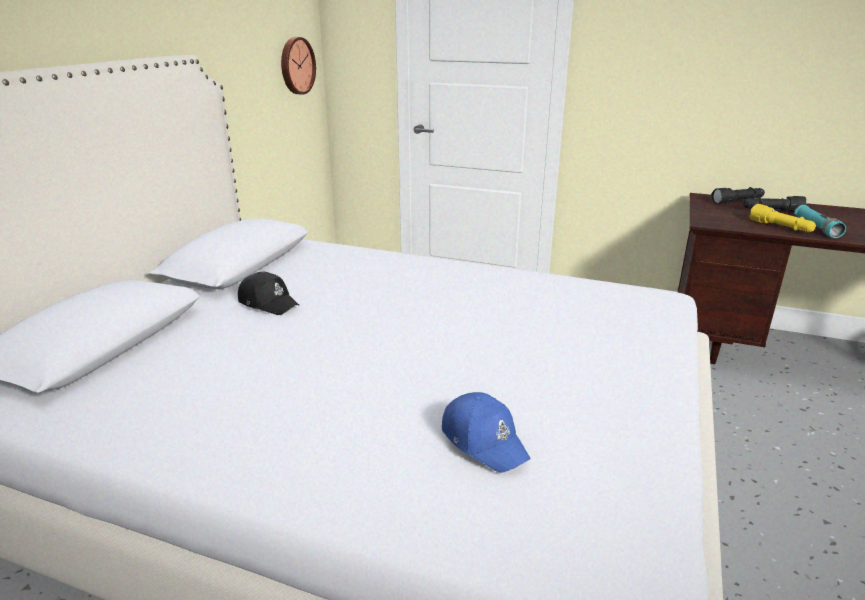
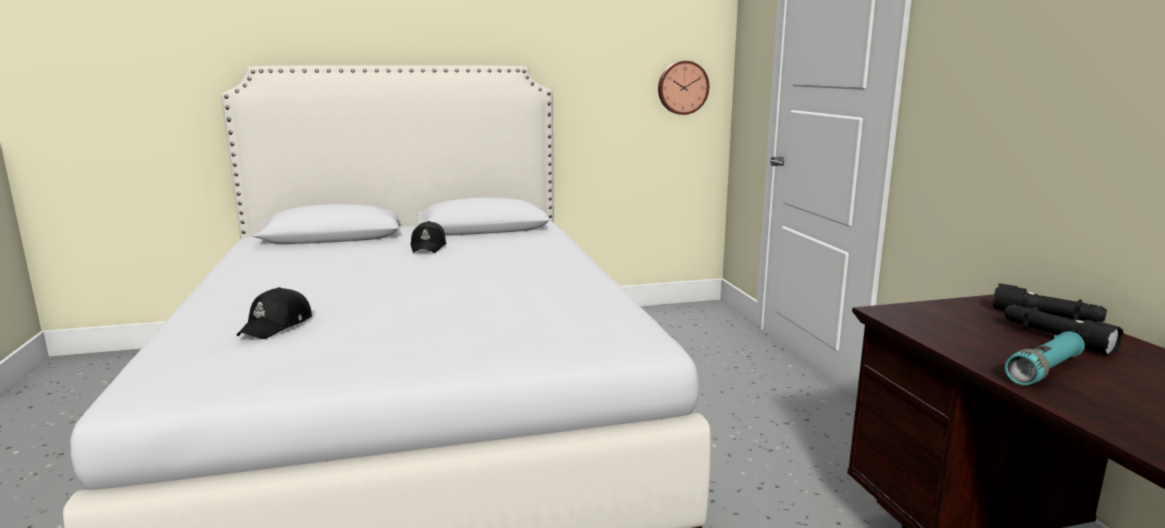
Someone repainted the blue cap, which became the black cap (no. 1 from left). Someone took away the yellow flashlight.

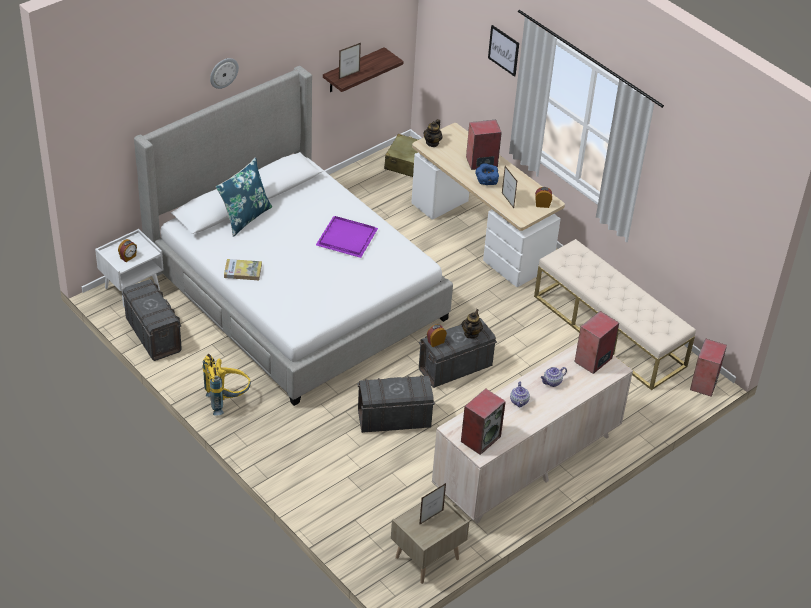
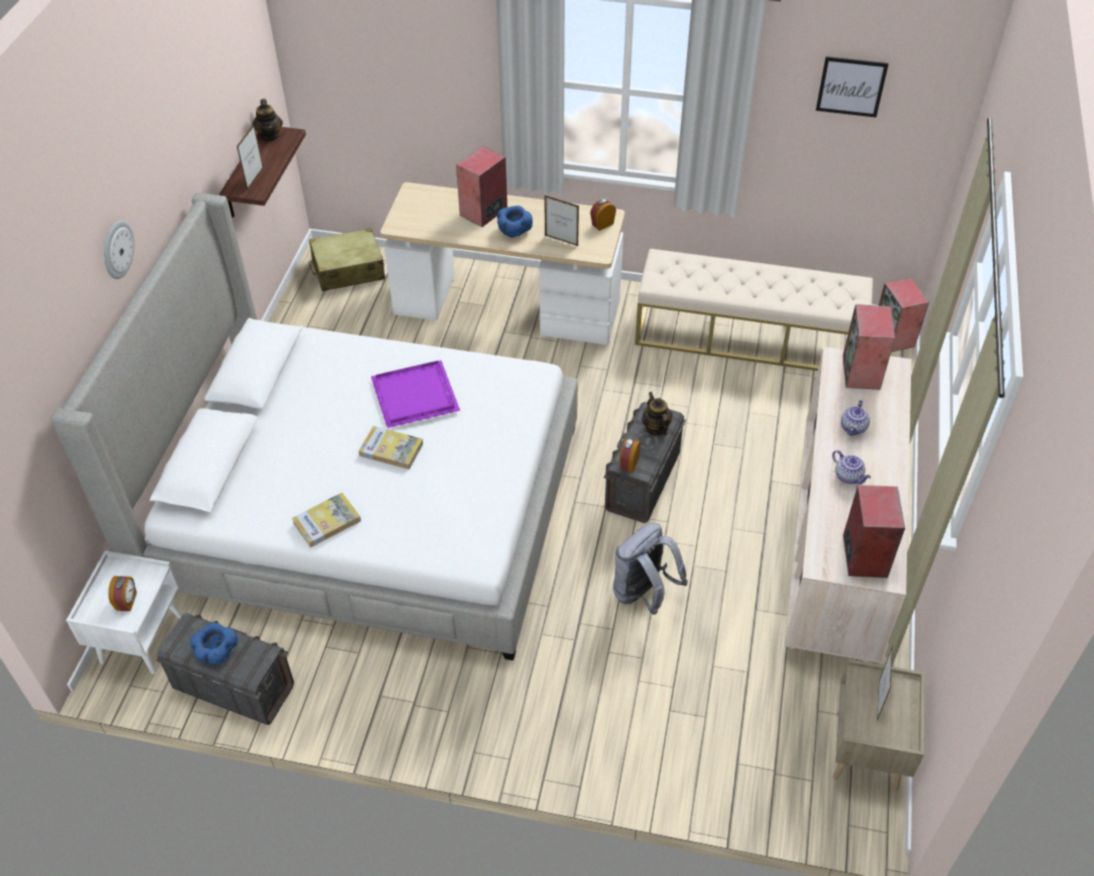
Someone put down the blue bowl (no. 1 from left). Someone carried the teapot (no. 1 from left). Someone put down the book (no. 2 from left). Someone swapped the grey storage box (no. 2 from left) for the grey backpack. Someone carried the picture. Someone took away the yellow backpack. Someone took away the blue pillow.

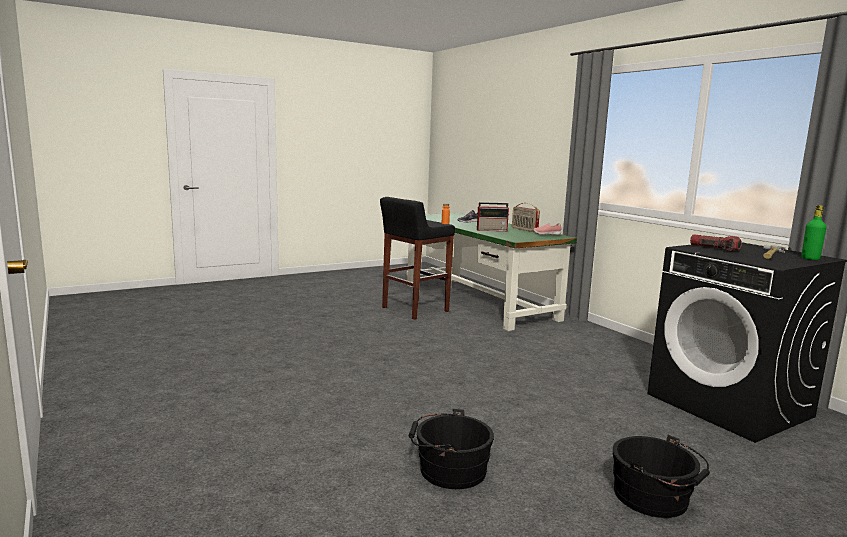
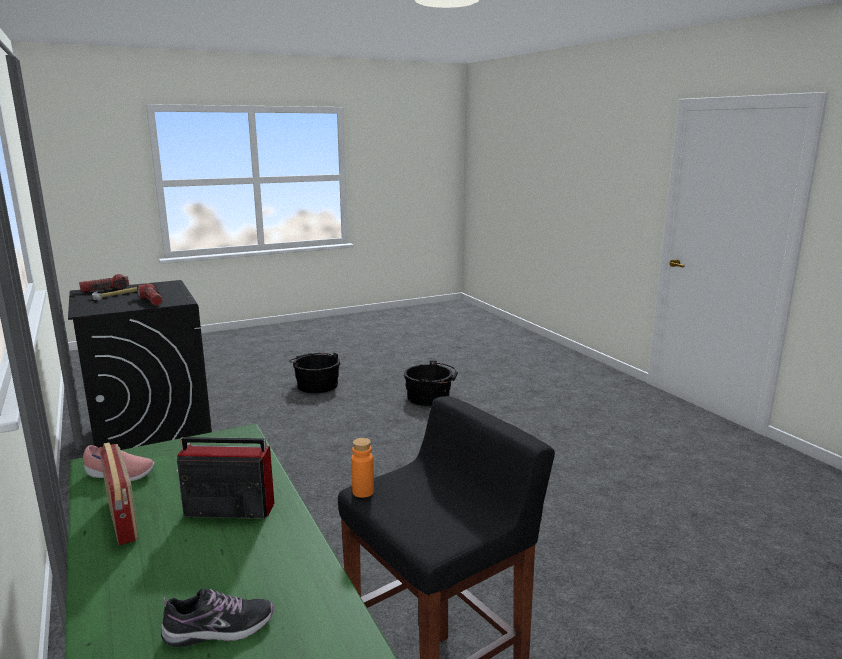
Someone swapped the green bottle for the flashlight (no. 1 from left).

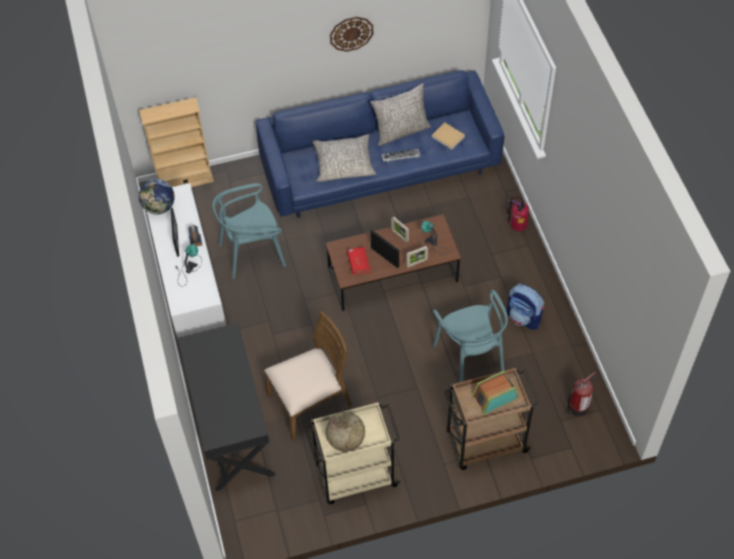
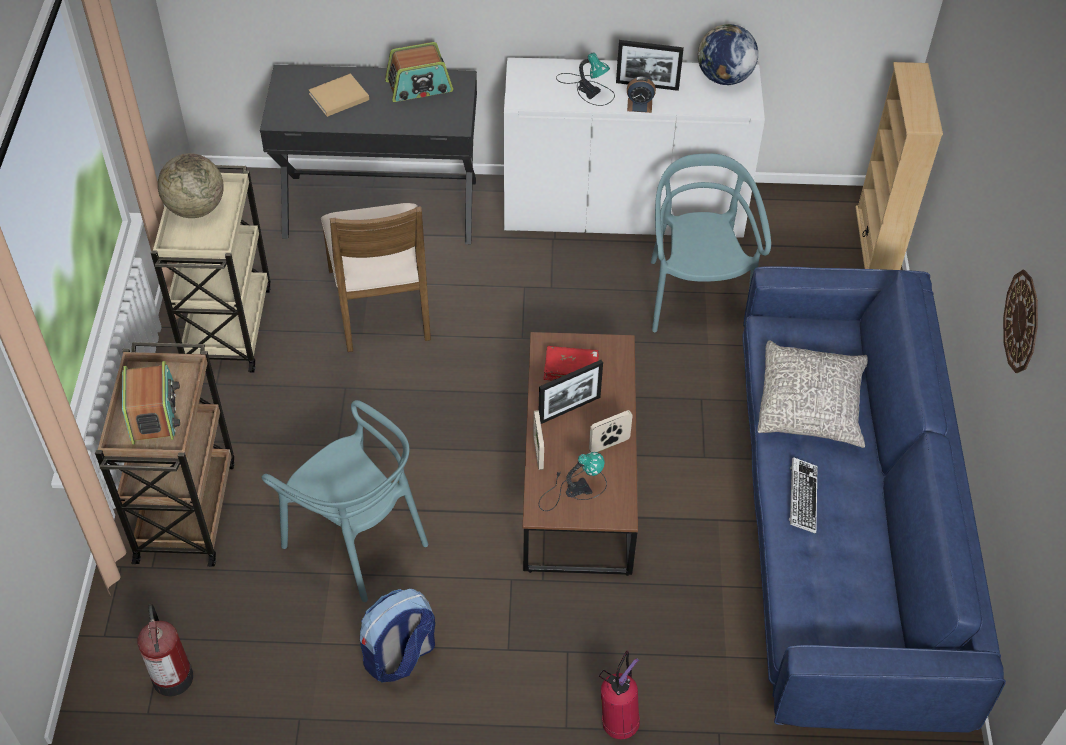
Someone rotated the turquoise chair (no. 2 from left in the first image) by 135 degrees counterclockwise. Someone carried the beige book. Someone put down the radio (no. 2 from left). Someone took away the grey pillow (no. 2 from left).

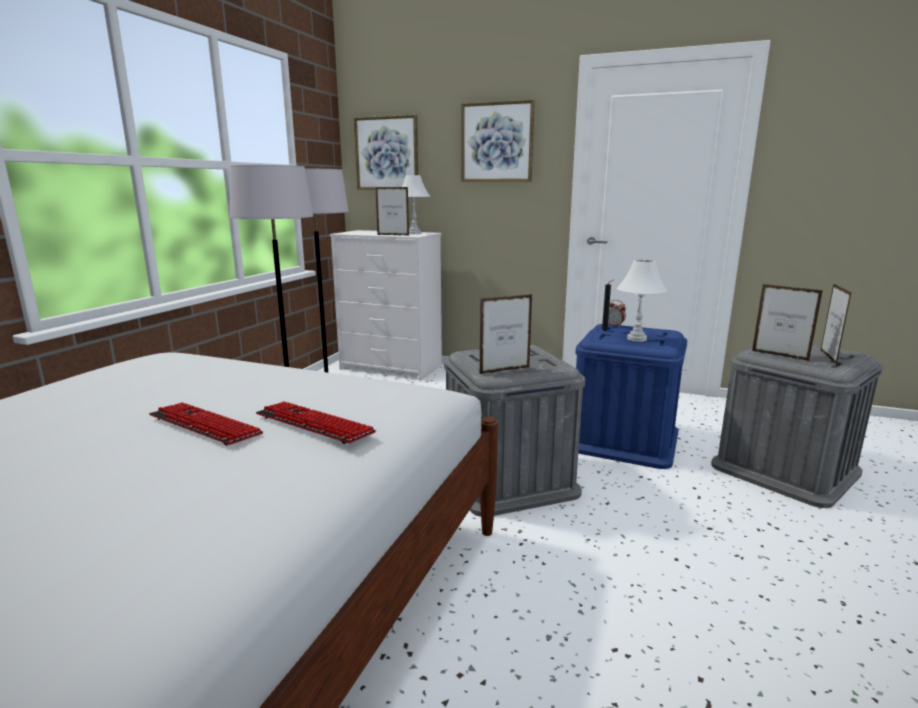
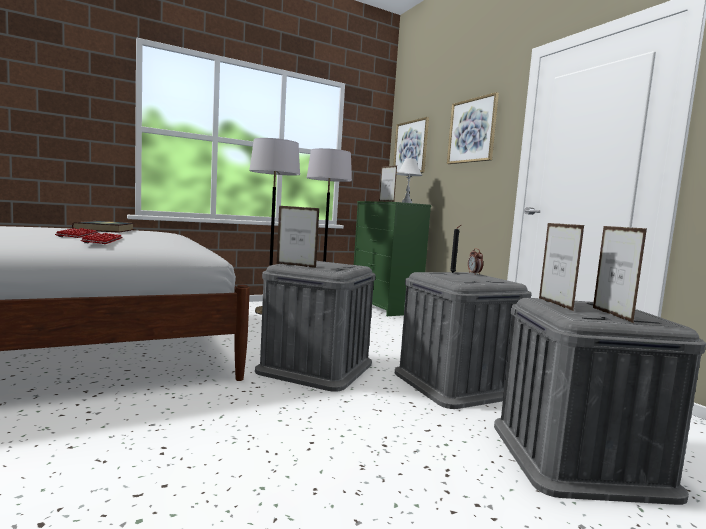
Someone put down the book. Someone repainted the white dresser, which became the green dresser. Someone repainted the blue storage box, which became the grey storage box (no. 2 from left). Someone rotated the picture frame (no. 4 from left) by 120 degrees clockwise. Someone took away the white table lamp (no. 2 from left).

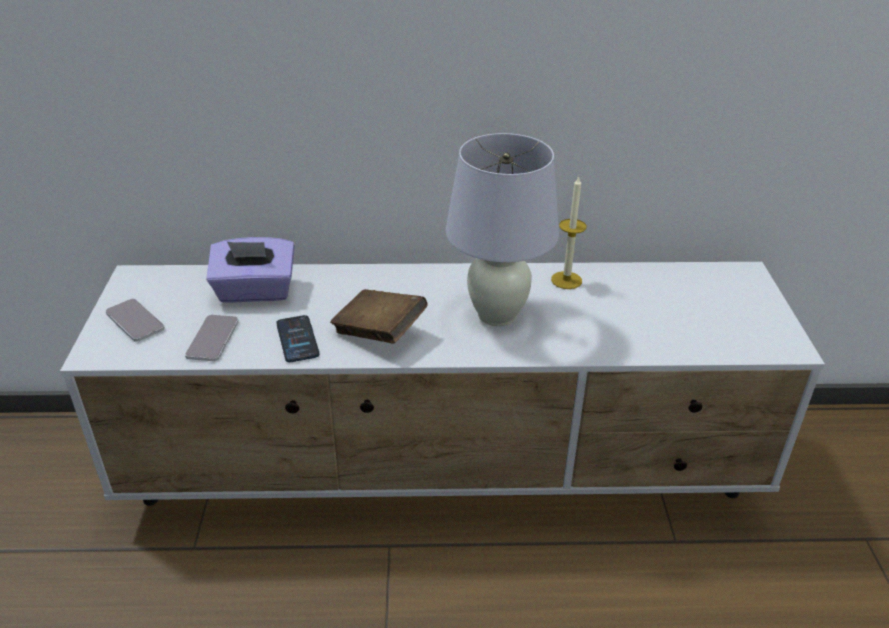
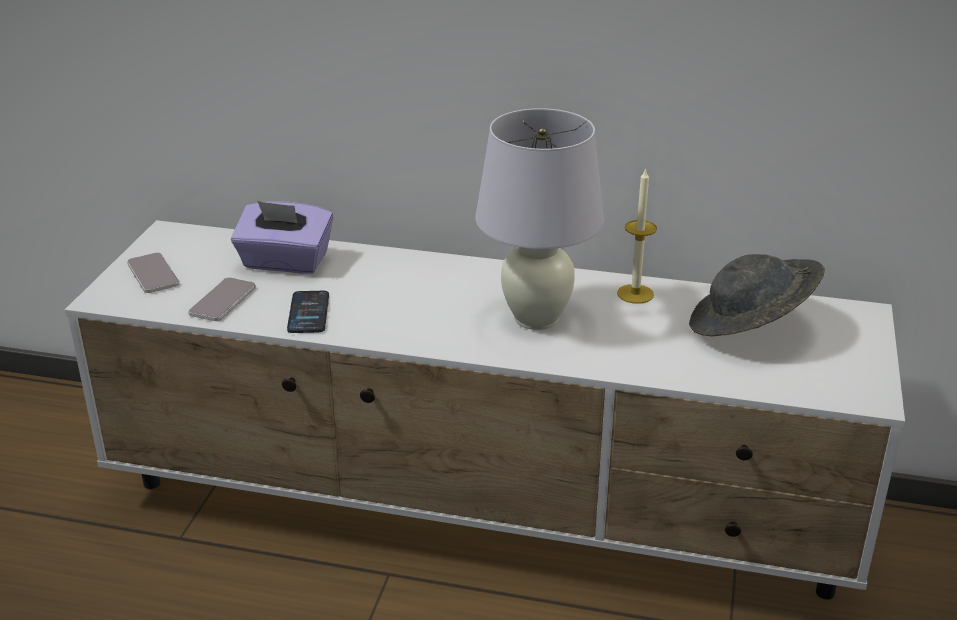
Someone put down the grey hat. Someone took away the brown book.

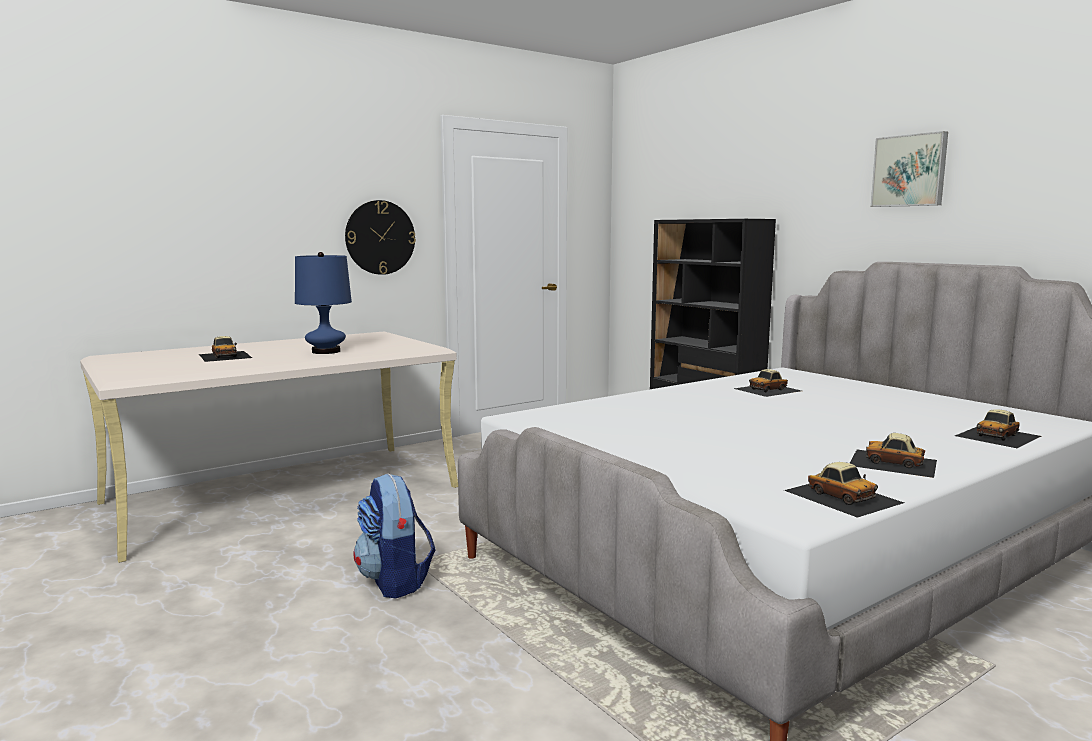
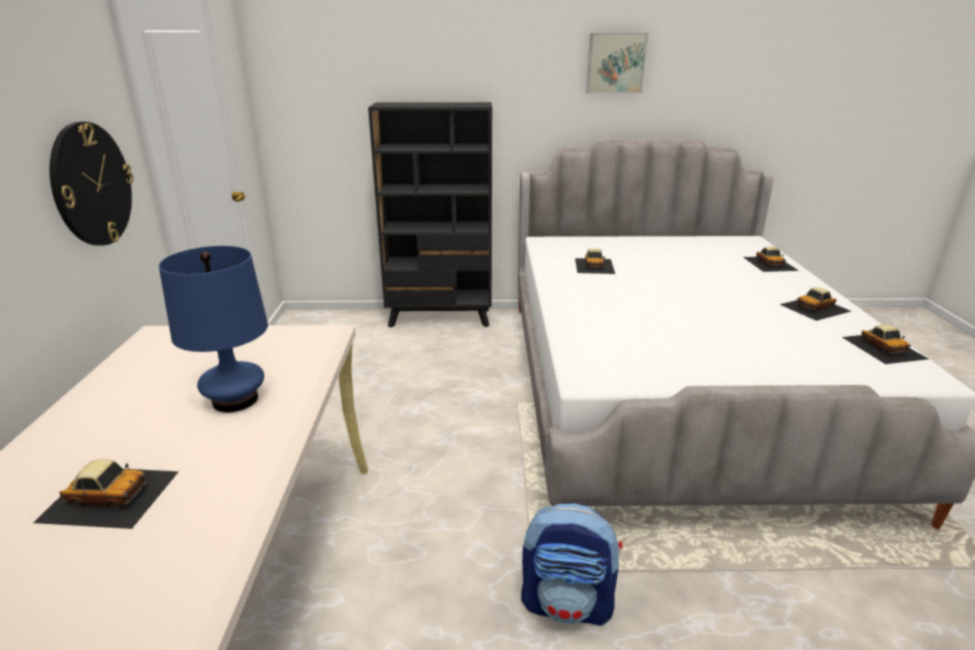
Someone rotated the toy car (no. 3 from left in the first image) by 75 degrees clockwise.

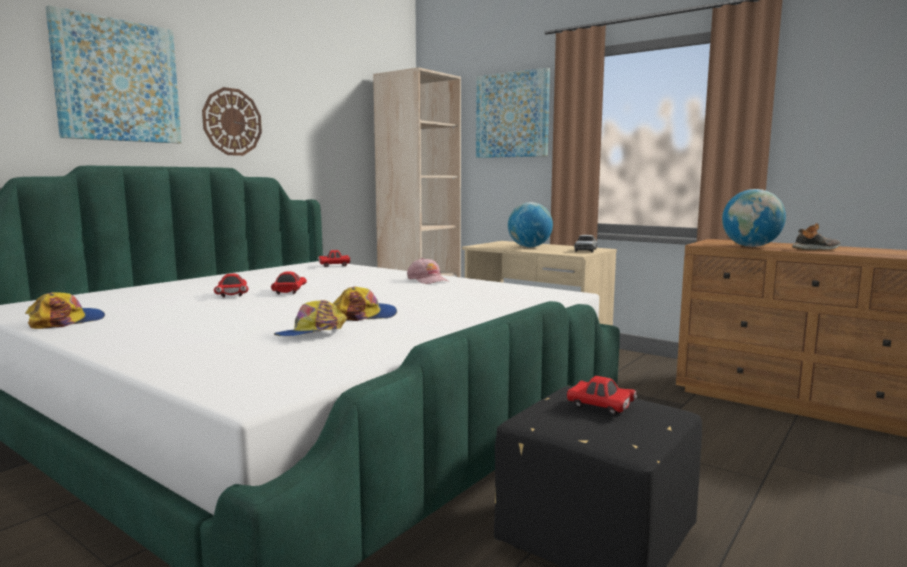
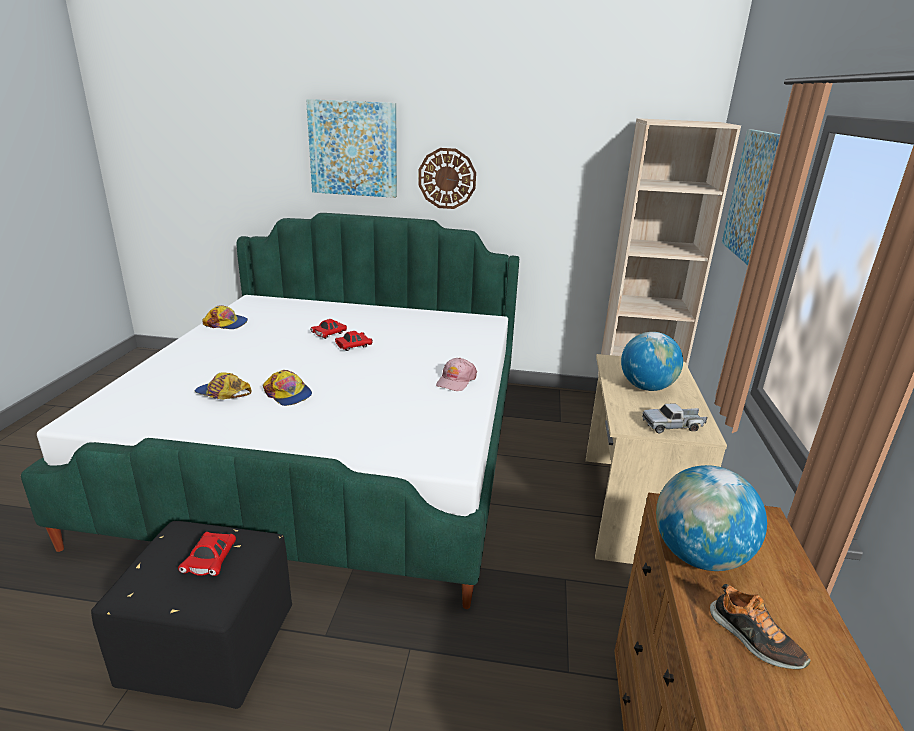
Someone took away the red toy car (no. 3 from left).

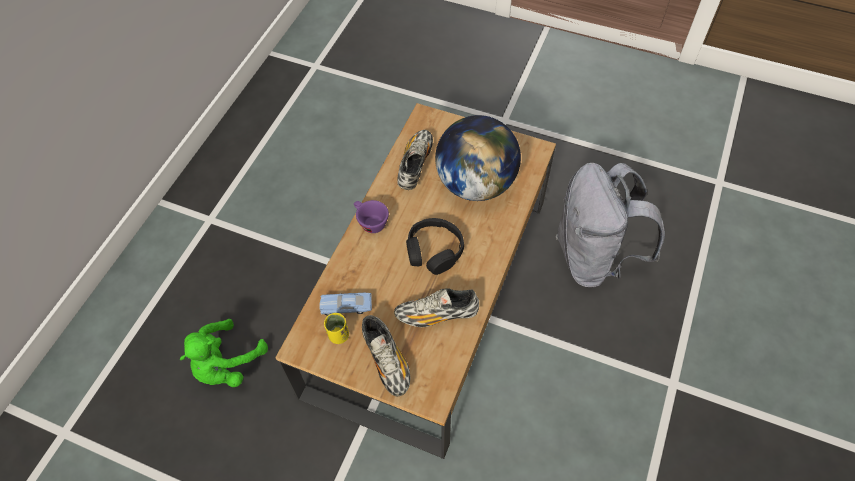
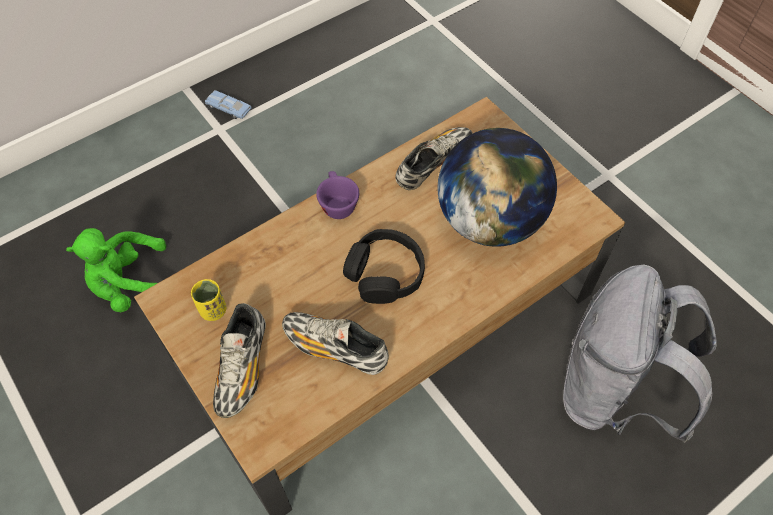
Someone carried the blue toy car.

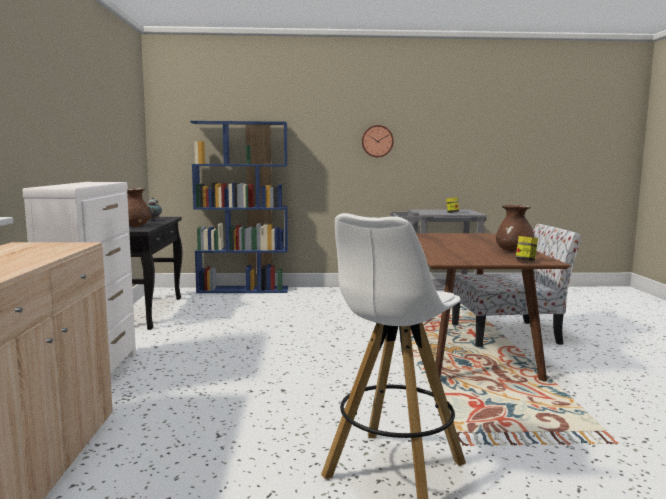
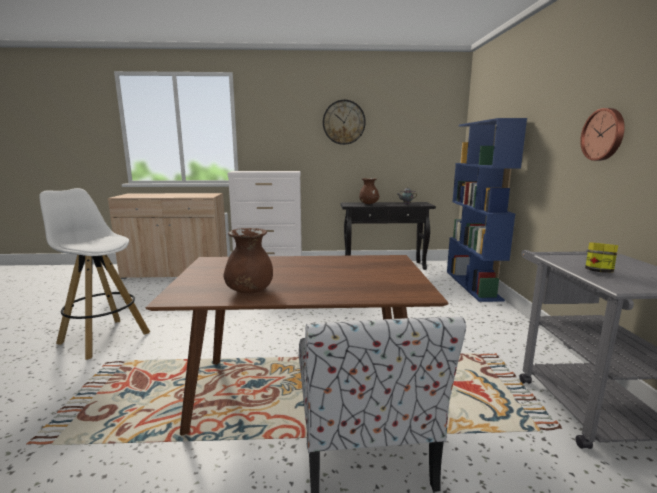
Someone put up the wall clock (no. 1 from left). Someone took away the jar (no. 2 from left).

